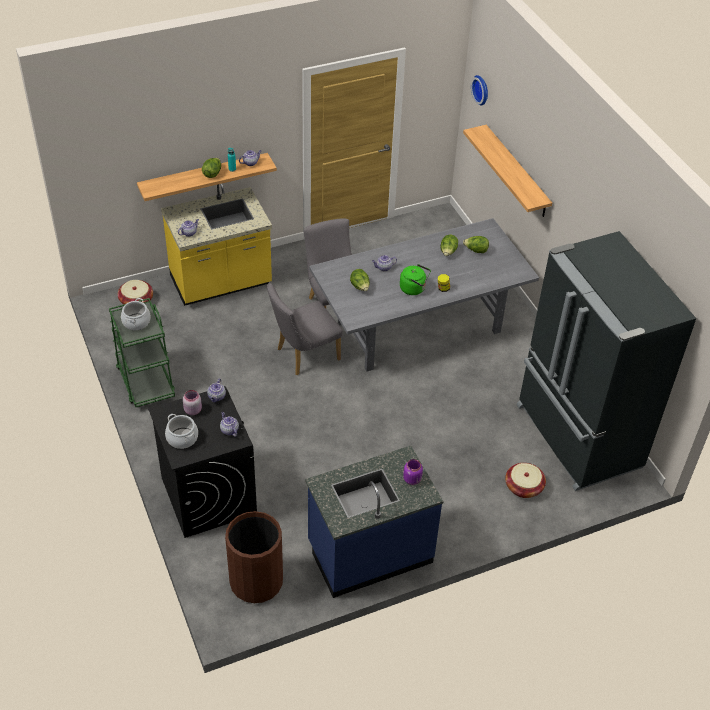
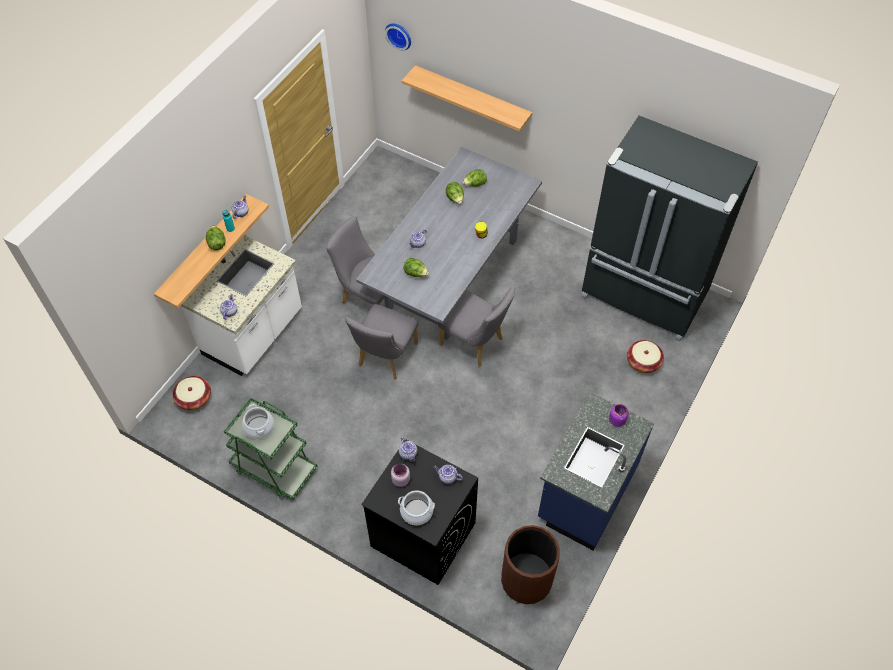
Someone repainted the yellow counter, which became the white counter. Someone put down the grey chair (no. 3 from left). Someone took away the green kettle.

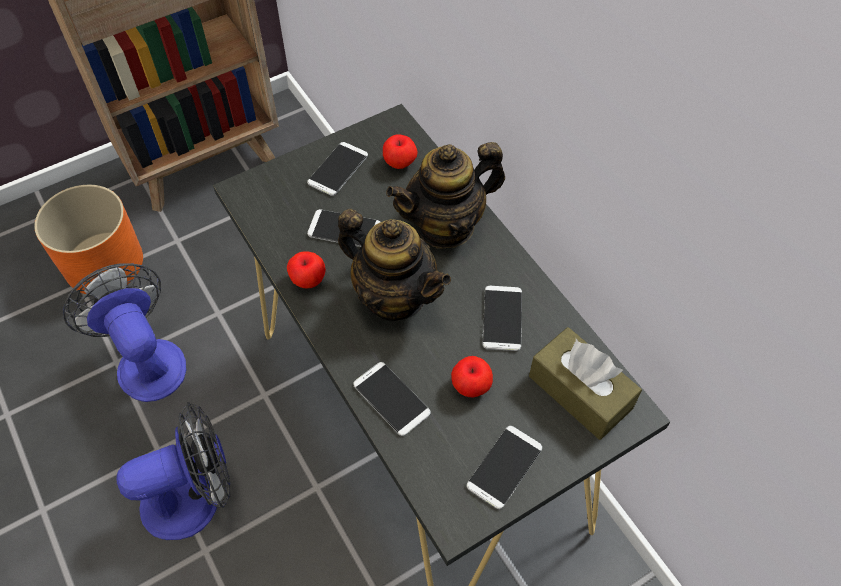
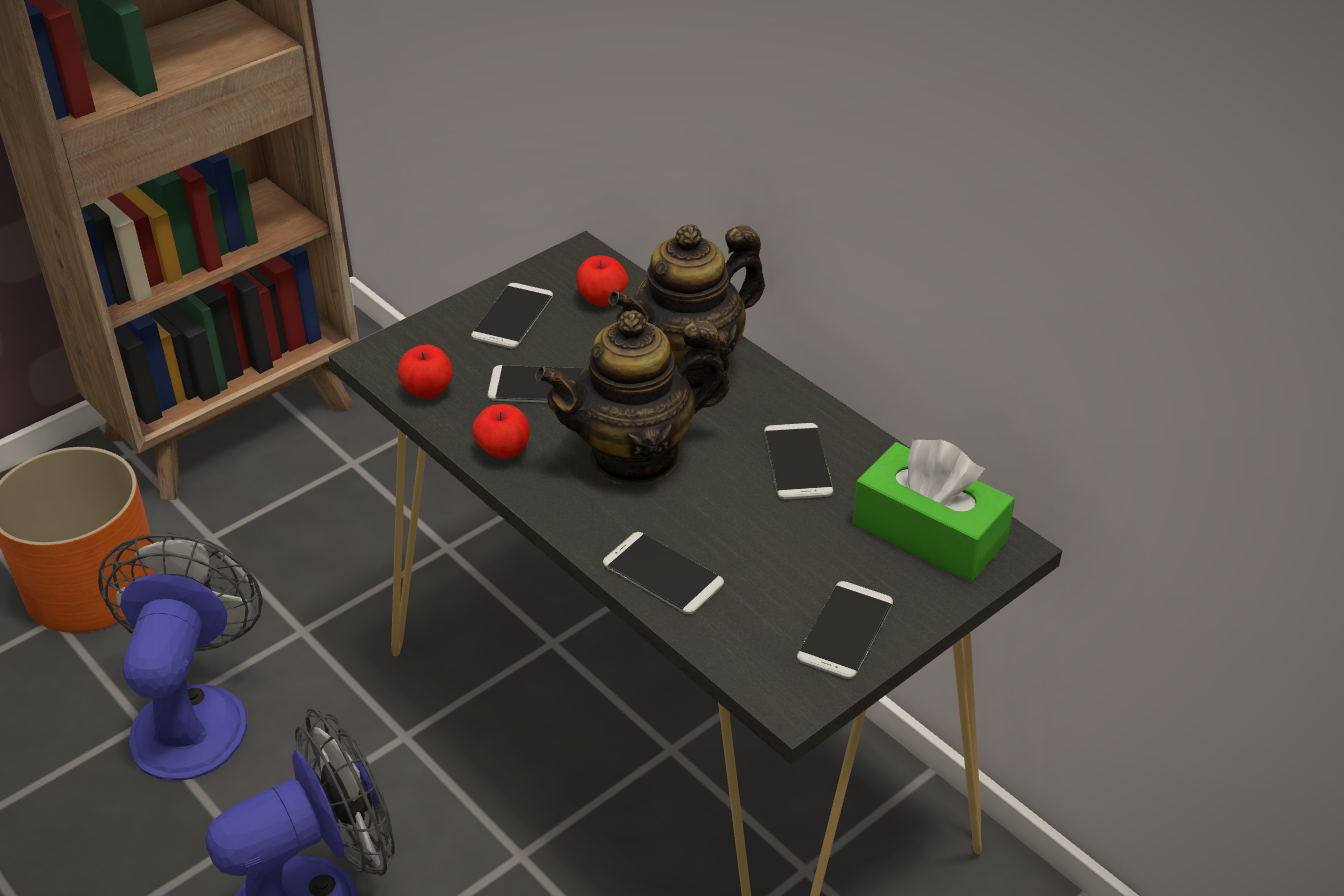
Someone rotated the fan (no. 1 from left) by 45 degrees clockwise. Someone carried the apple (no. 3 from left in the first image). Someone rotated the teapot (no. 1 from left) by 135 degrees clockwise. Someone repainted the brown tissue box, which became the green tissue box.

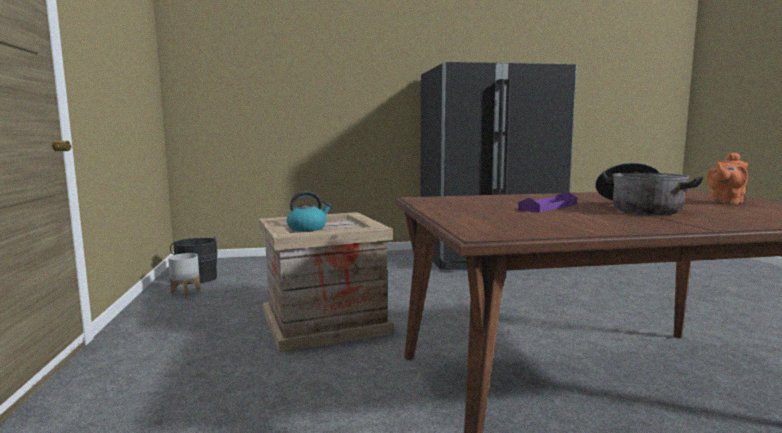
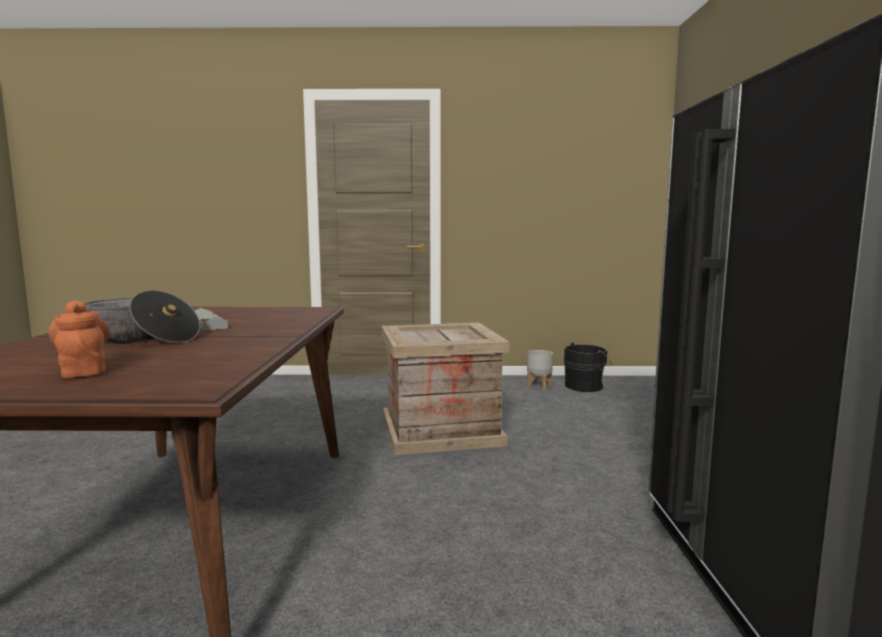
Someone repainted the purple tray, which became the grey tray. Someone took away the kettle.

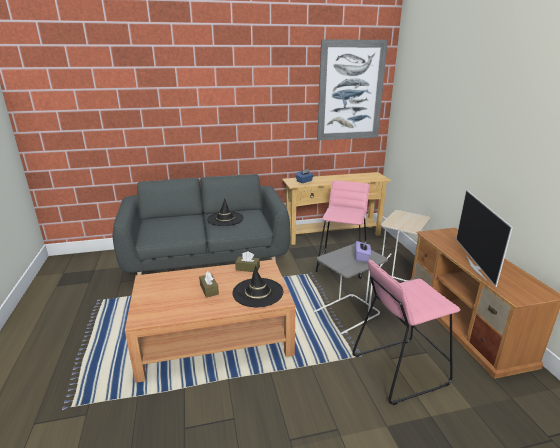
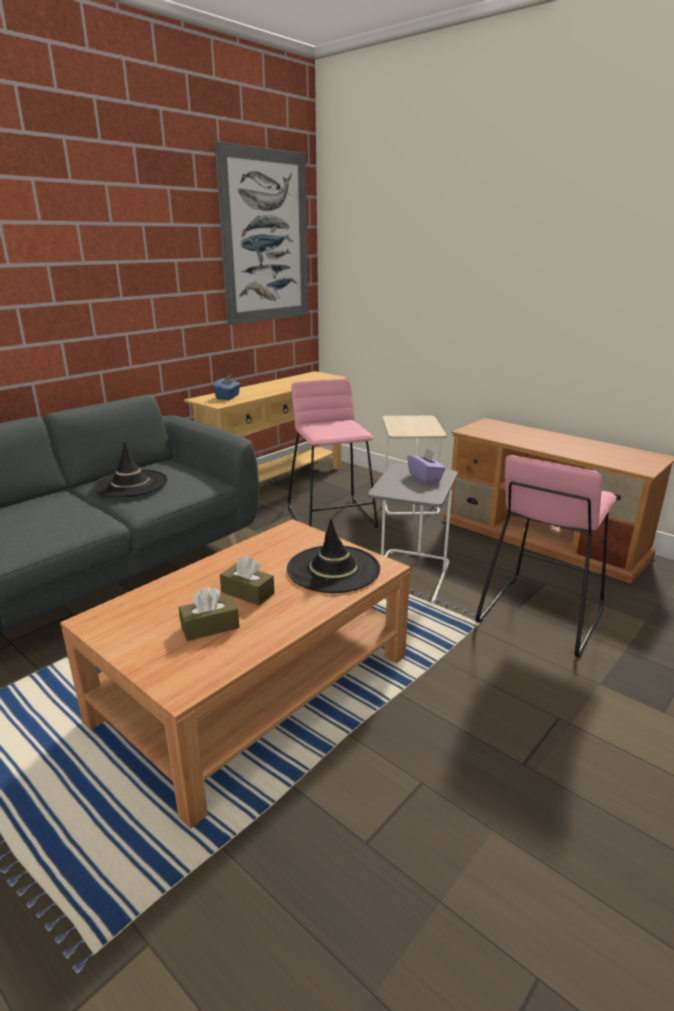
Someone carried the brown tissue box (no. 2 from left in the first image). Someone took away the television.

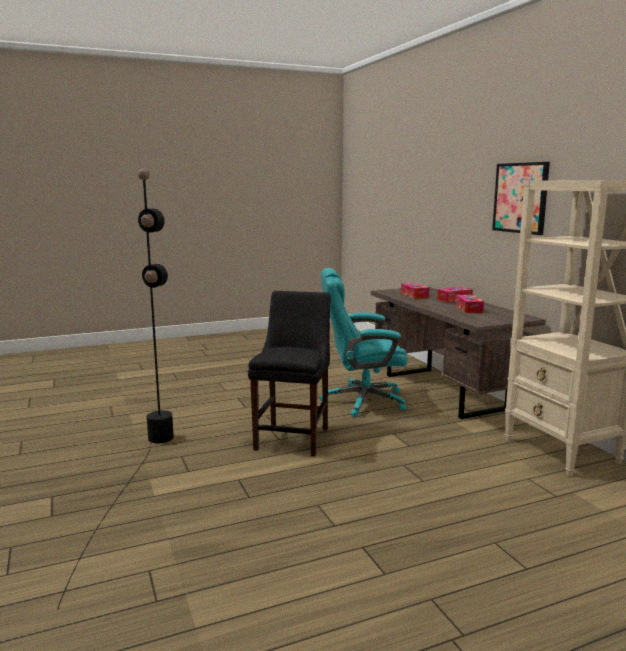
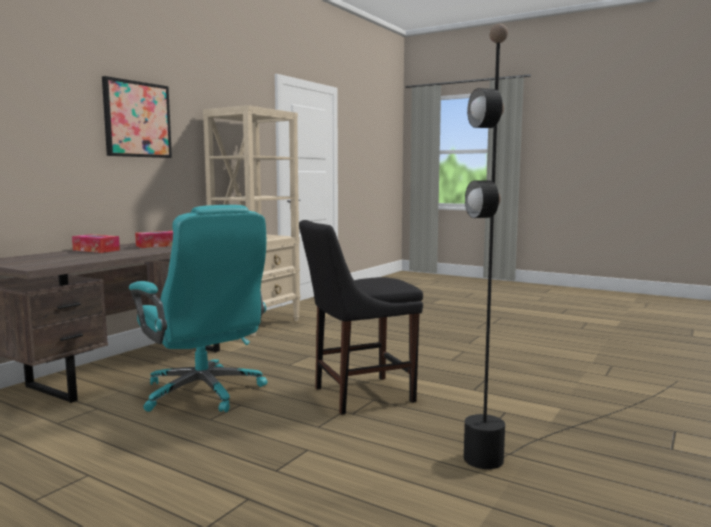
Someone took away the tissue box (no. 1 from left).

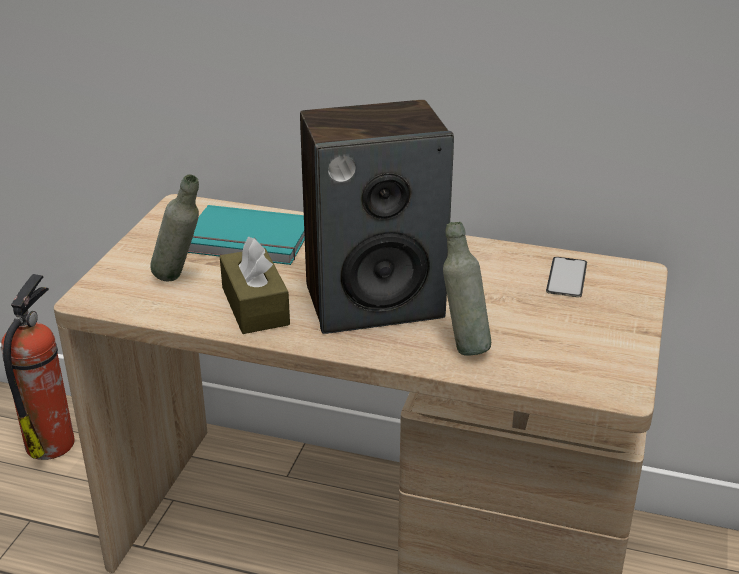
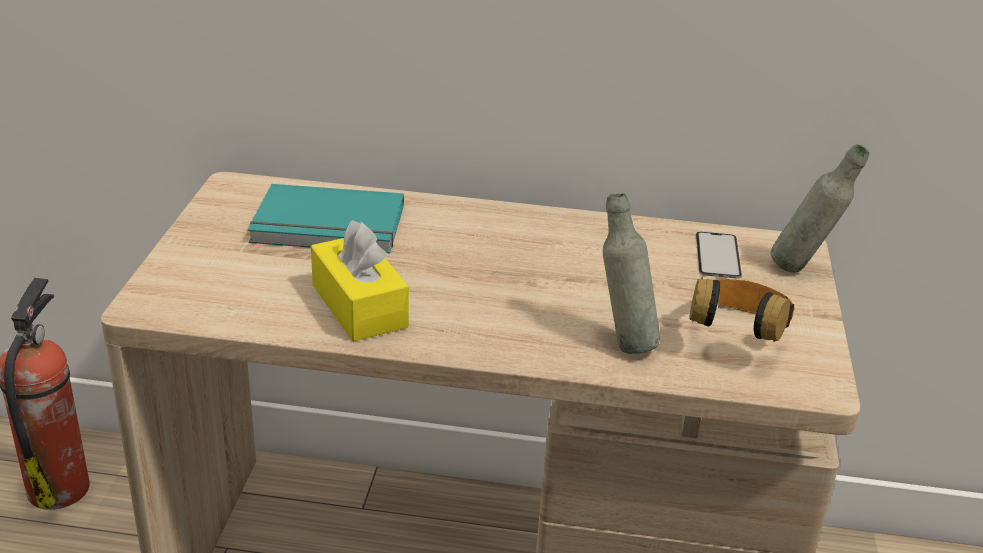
Someone repainted the brown tissue box, which became the yellow tissue box. Someone put down the headphones. Someone carried the grey bottle (no. 1 from left in the first image). Someone took away the speaker.

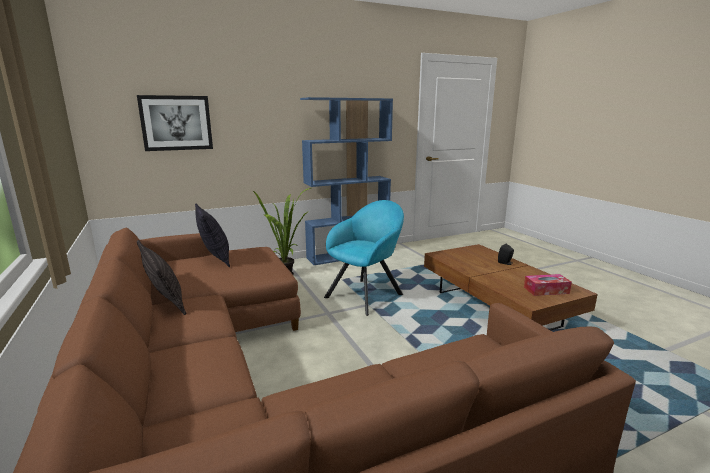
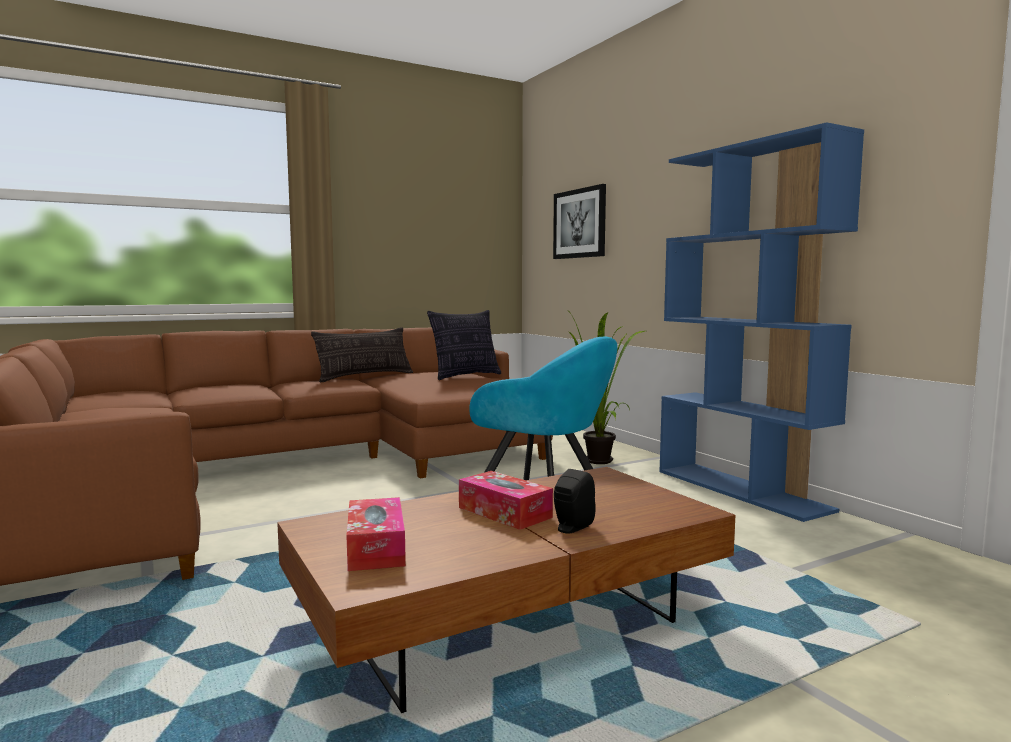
Someone put down the tissue box (no. 2 from left).

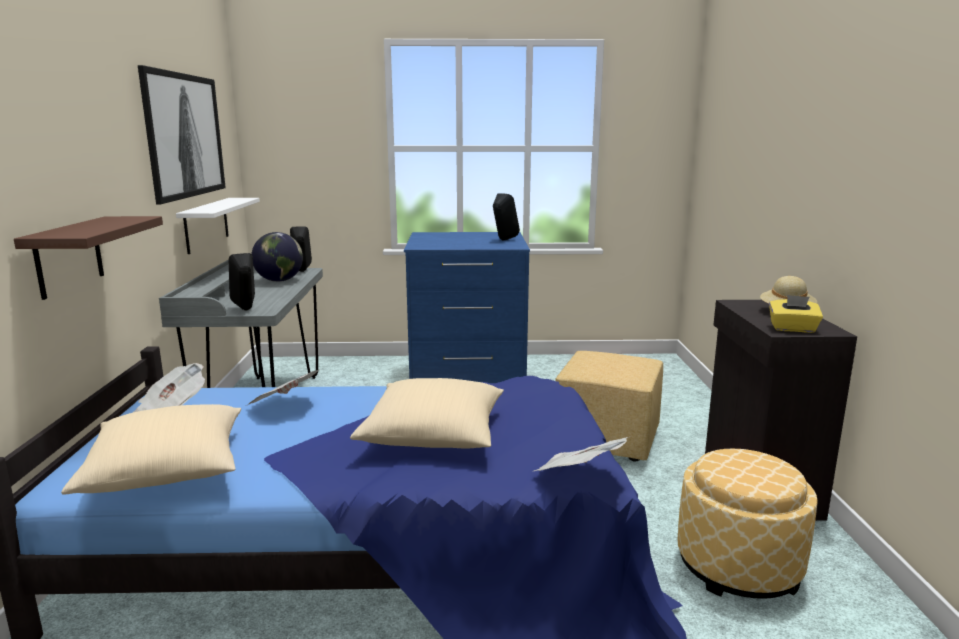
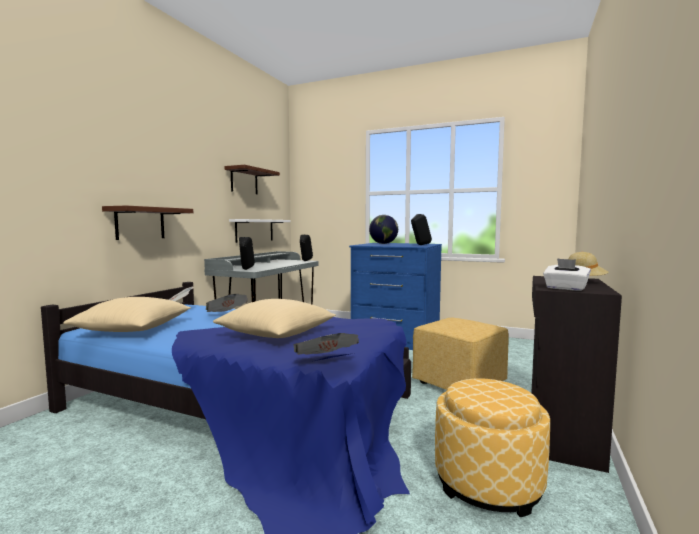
Someone swapped the picture for the brown shelf (no. 2 from left). Someone carried the globe. Someone repainted the yellow tissue box, which became the white tissue box.

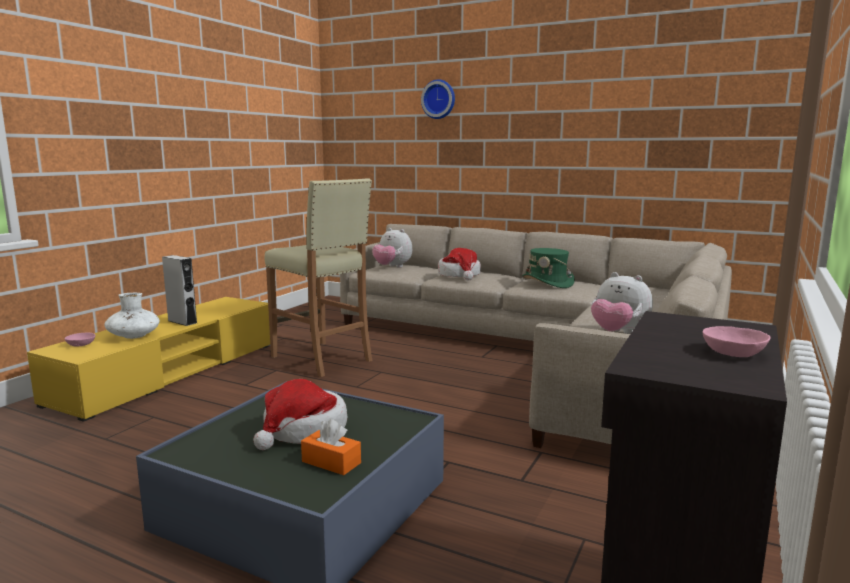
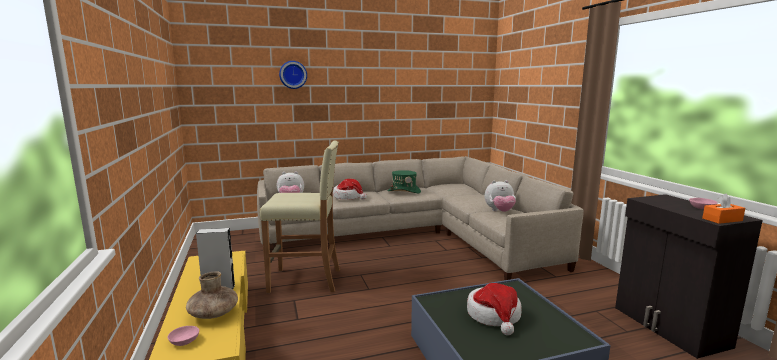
Someone repainted the white vase, which became the brown vase. Someone carried the orange tissue box.

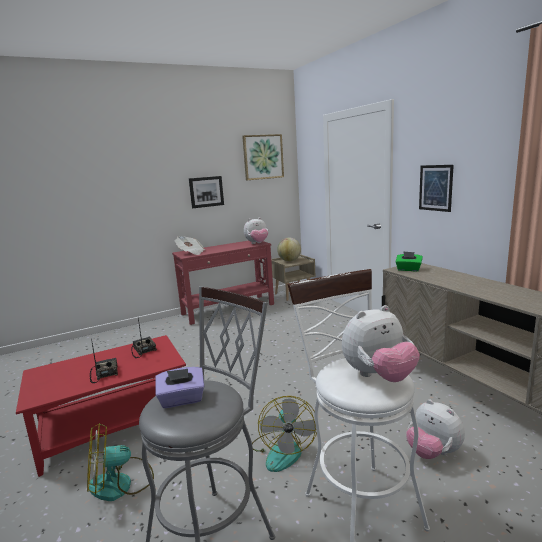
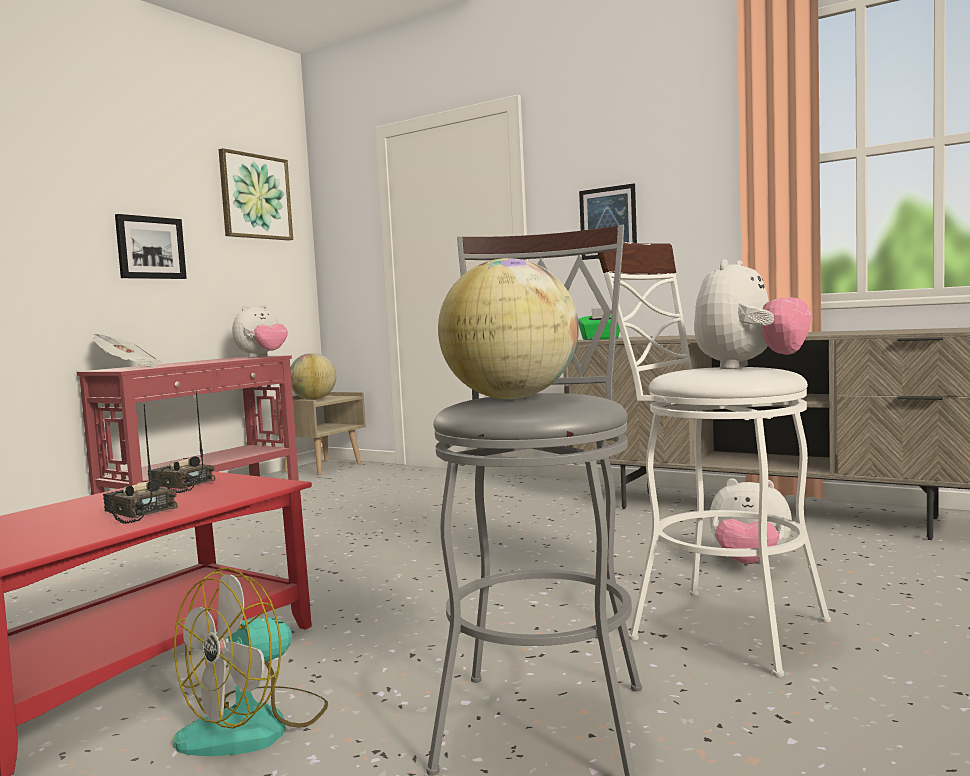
Someone swapped the purple tissue box for the globe (no. 2 from left). Someone took away the fan (no. 2 from left).

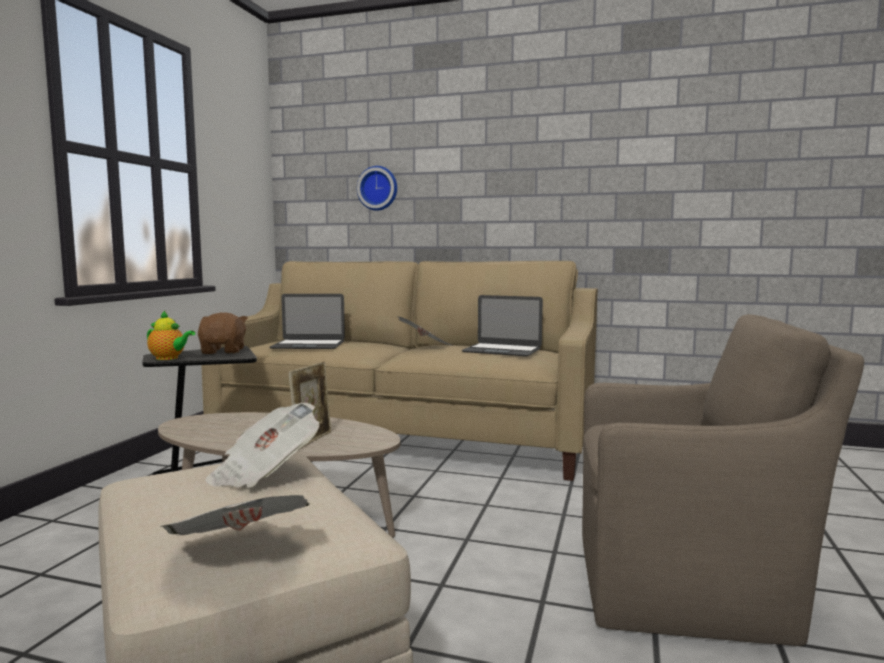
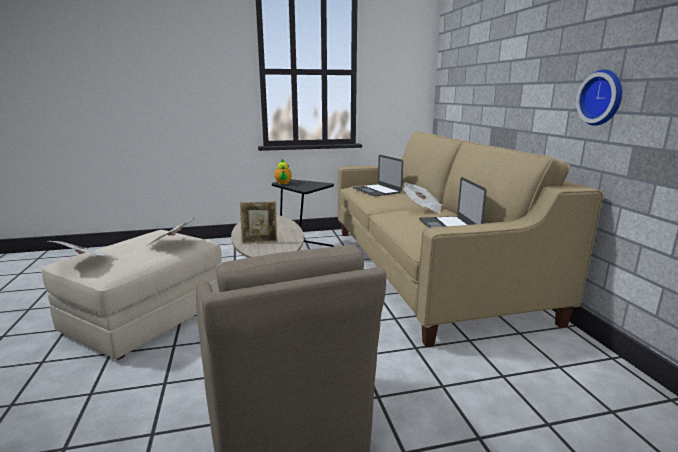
Someone carried the wall clock. Someone took away the brown plush toy.

